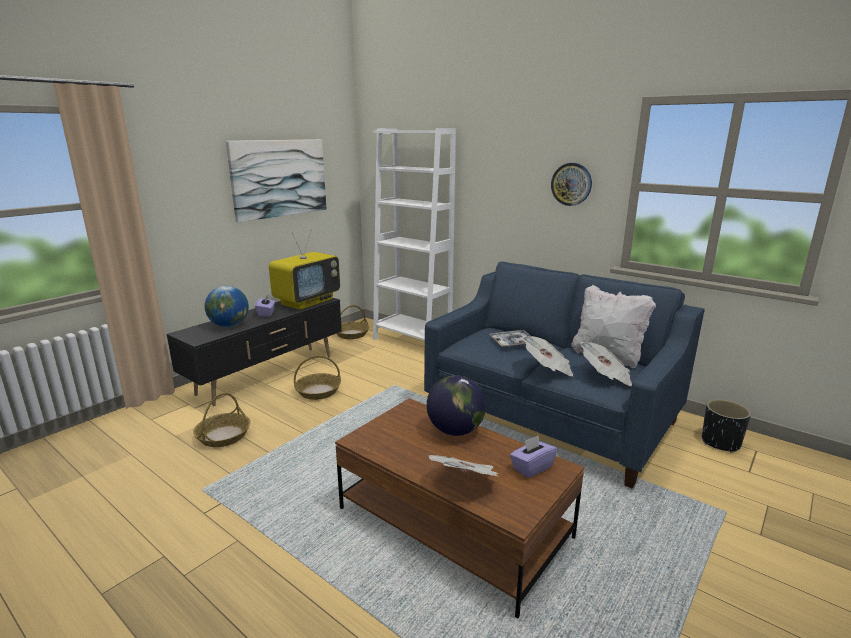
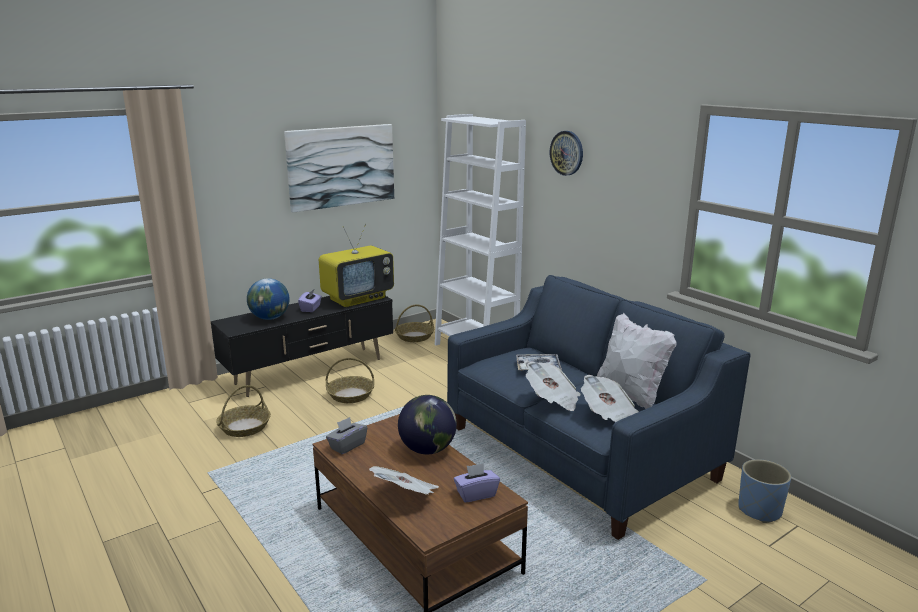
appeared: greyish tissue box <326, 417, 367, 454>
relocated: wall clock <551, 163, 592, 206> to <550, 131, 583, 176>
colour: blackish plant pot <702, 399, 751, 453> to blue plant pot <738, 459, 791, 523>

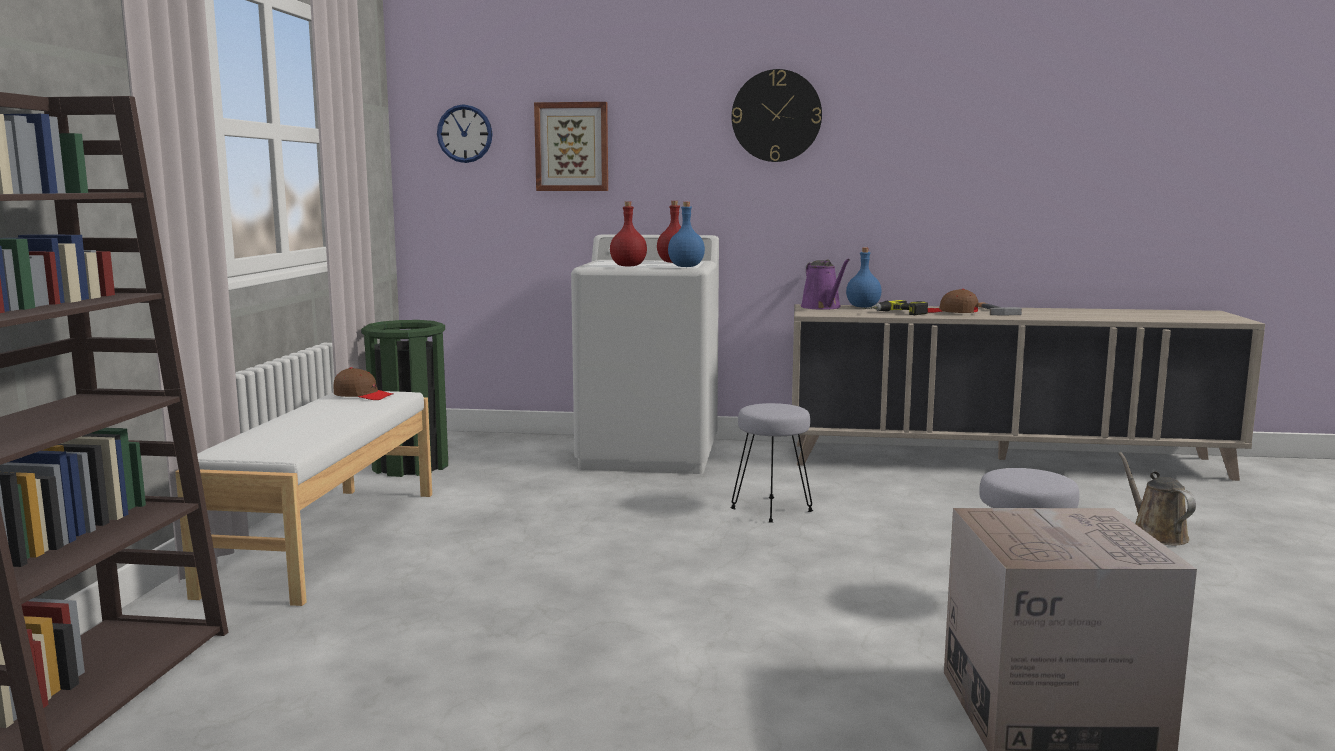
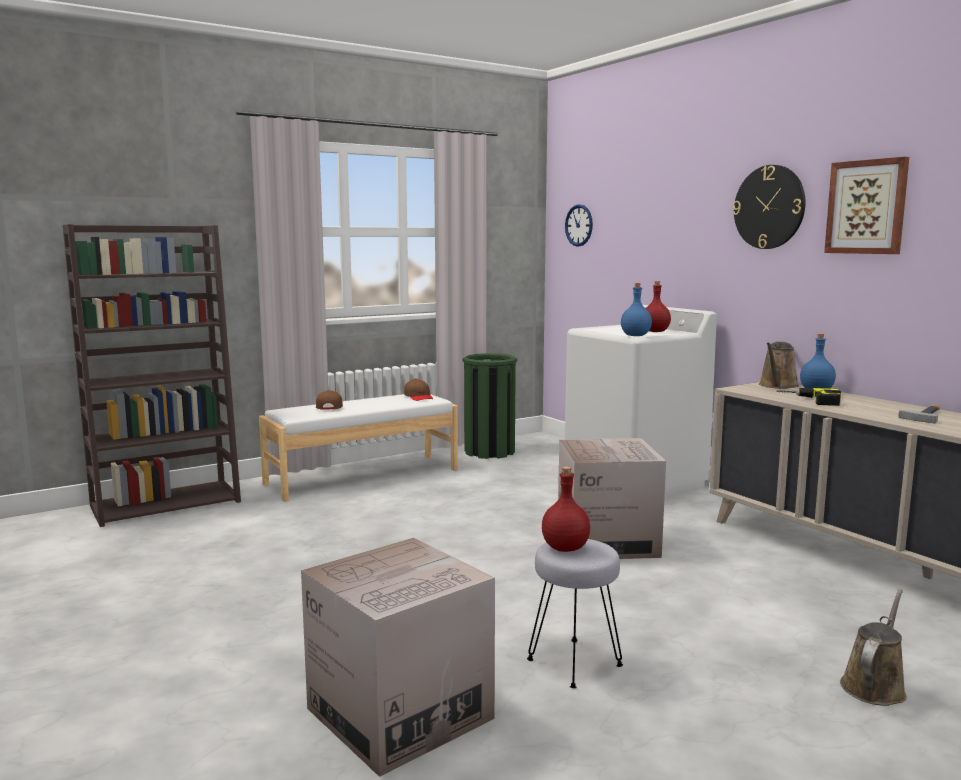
relocated: picture <534, 102, 608, 191> to <824, 157, 909, 254>; red beverage bottle <610, 201, 647, 266> to <542, 466, 590, 552>; brownish cap <928, 289, 979, 313> to <316, 390, 343, 410>
exchanged: greyish stool <730, 403, 813, 523> to packing box <558, 438, 666, 559>
colour: purple-coloured watering pot <801, 259, 850, 309> to brownish watering pot <759, 342, 799, 389>

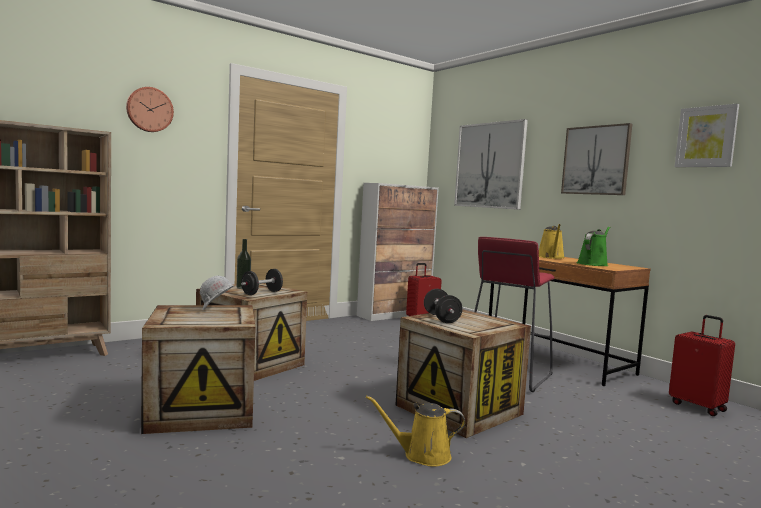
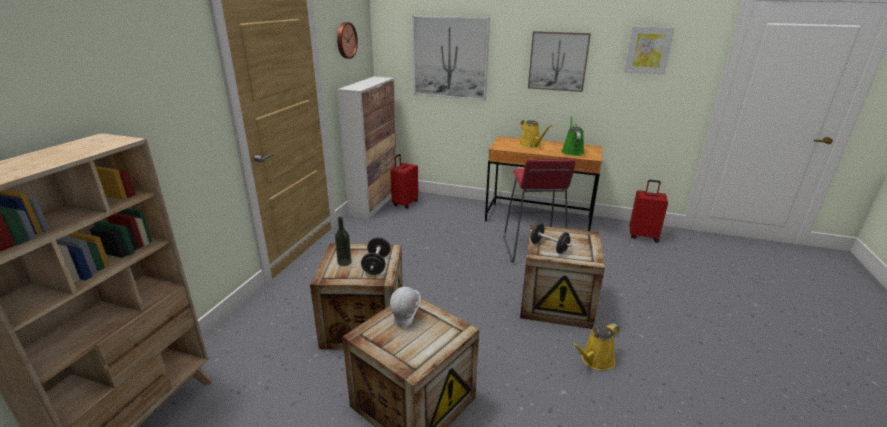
relocated: wall clock <126, 87, 174, 132> to <337, 22, 358, 59>

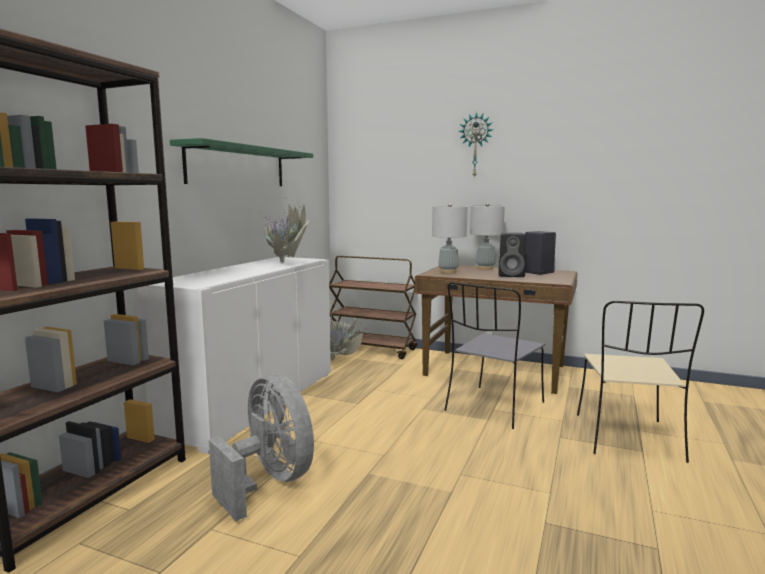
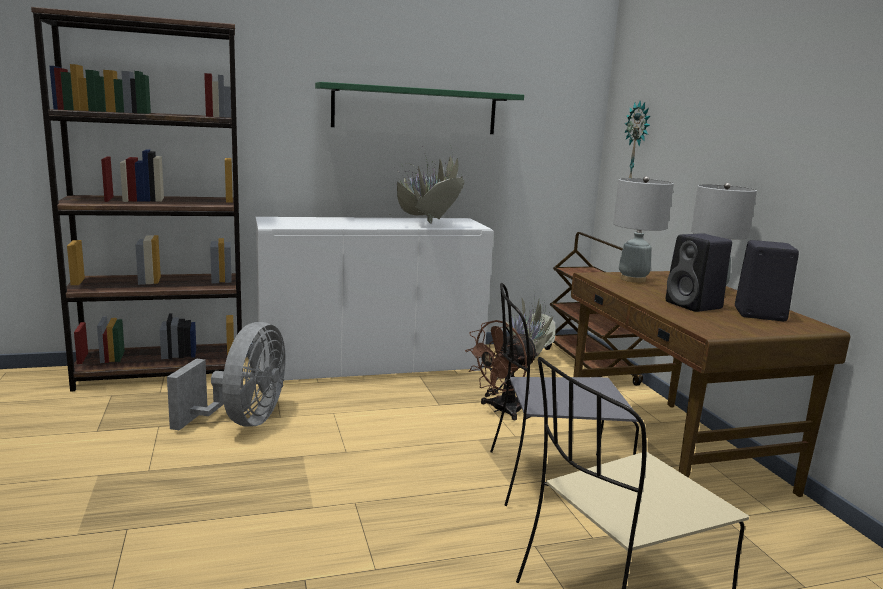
appeared: brownish cooling fan <465, 320, 539, 420>
relocated: wall clock <458, 112, 493, 178> to <624, 101, 650, 178>

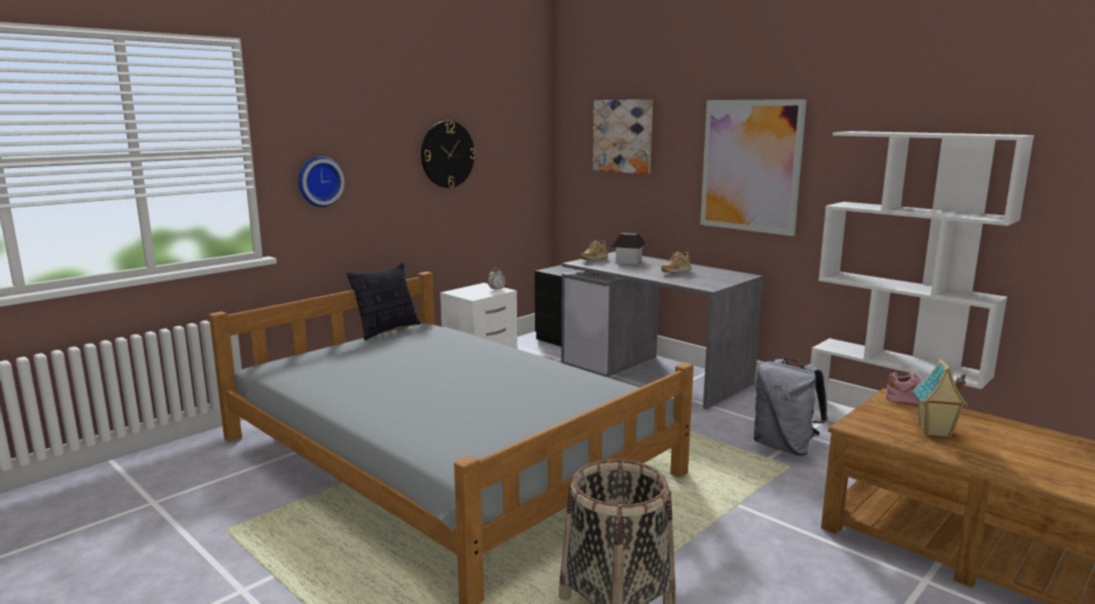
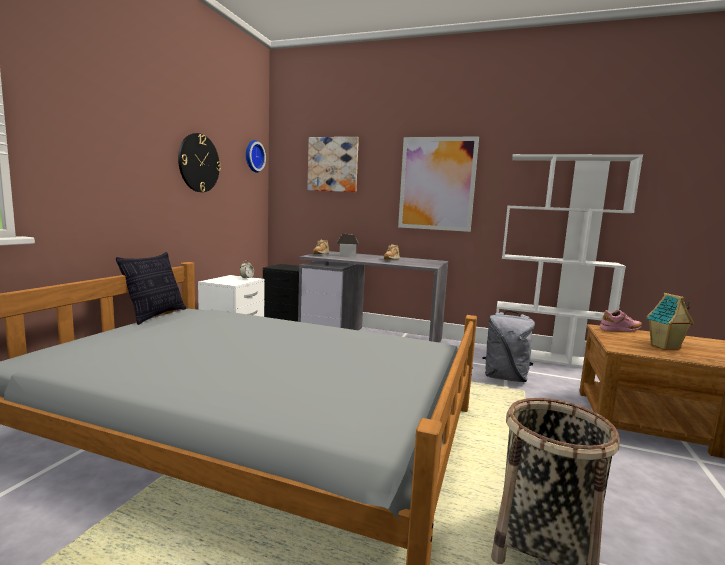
relocated: wall clock <298, 156, 344, 207> to <246, 140, 266, 173>

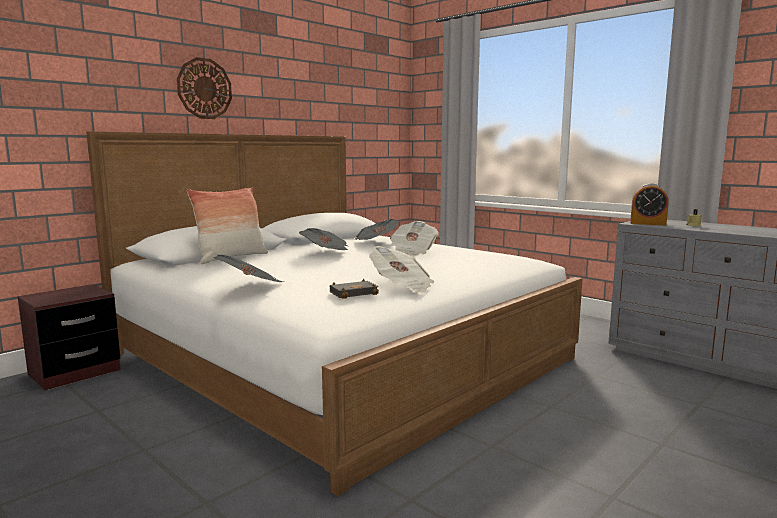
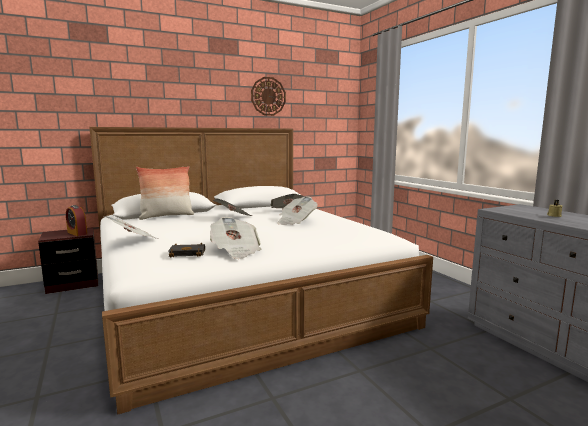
relocated: wall clock <177, 57, 232, 119> to <251, 77, 286, 116>; alarm clock <630, 183, 669, 225> to <66, 205, 87, 236>

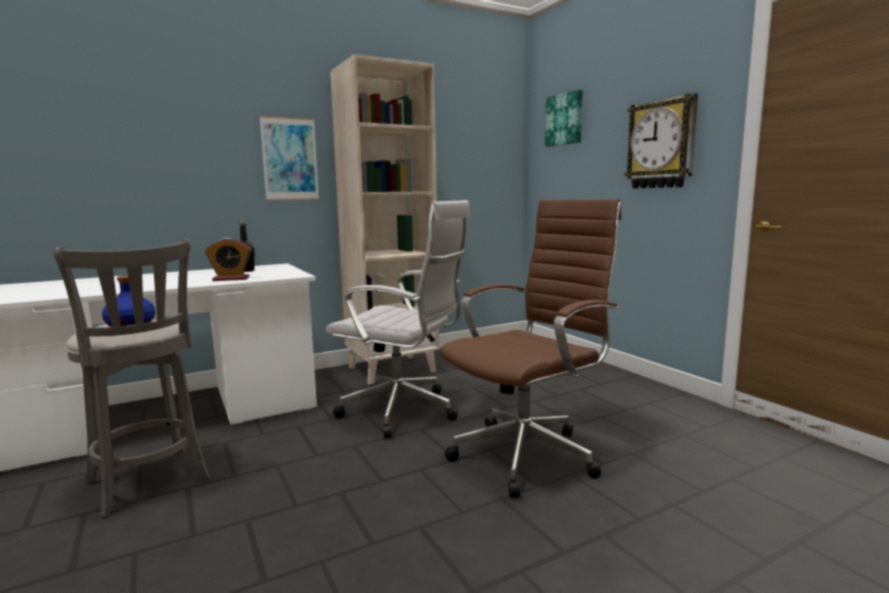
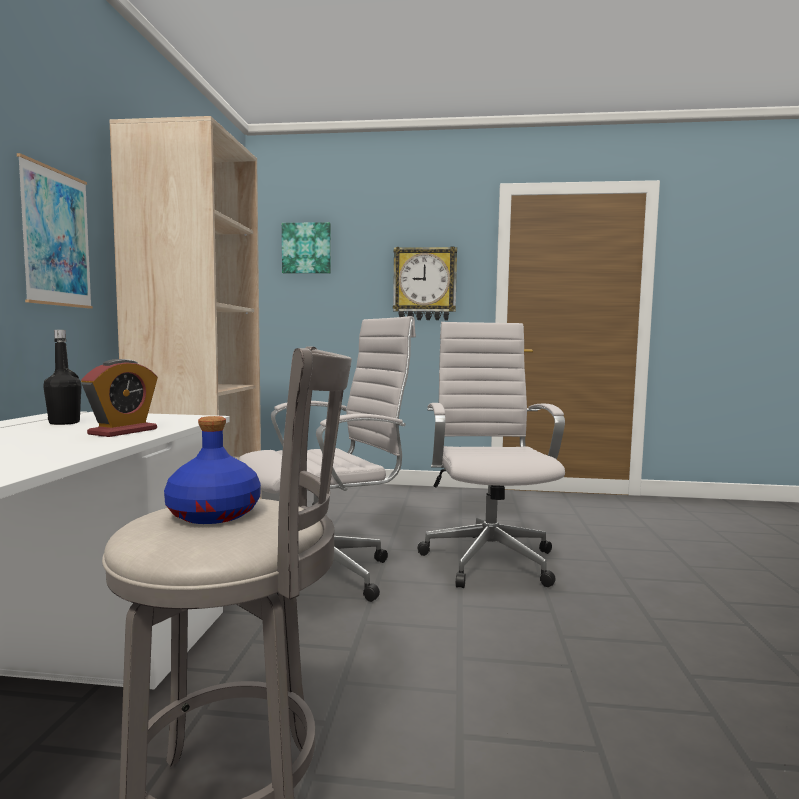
colour: brownish desk chair <440, 199, 621, 498> to white desk chair <417, 322, 565, 588>

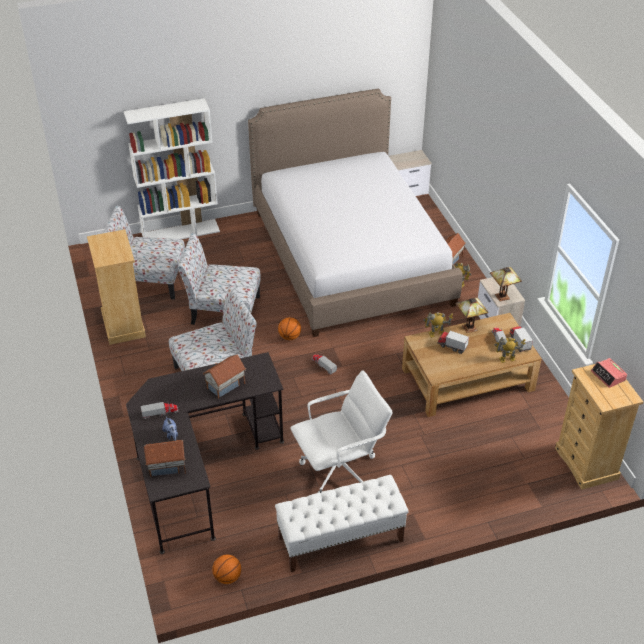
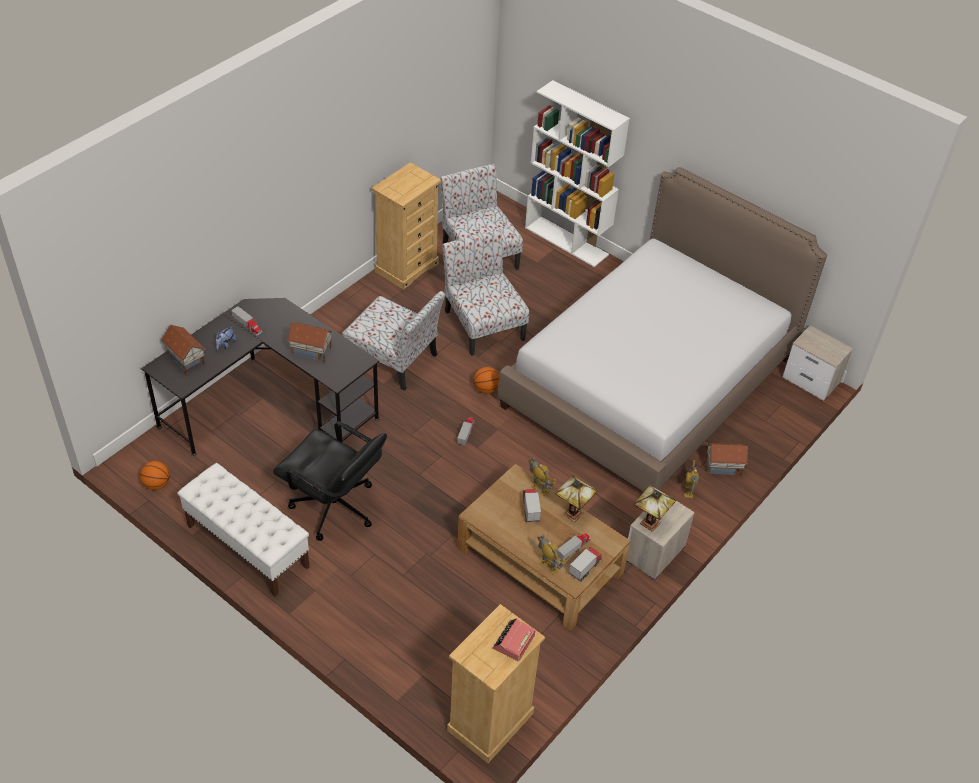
colour: white desk chair <291, 370, 392, 493> to blackish desk chair <273, 421, 387, 541>

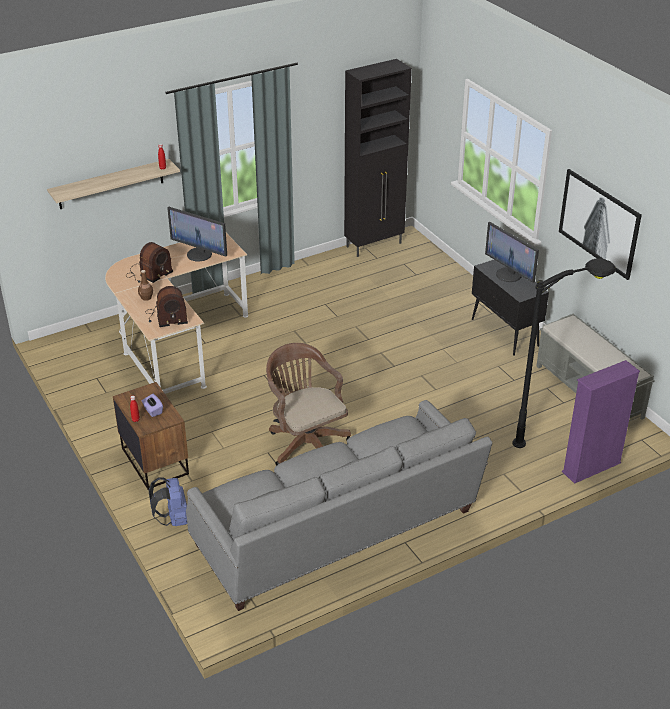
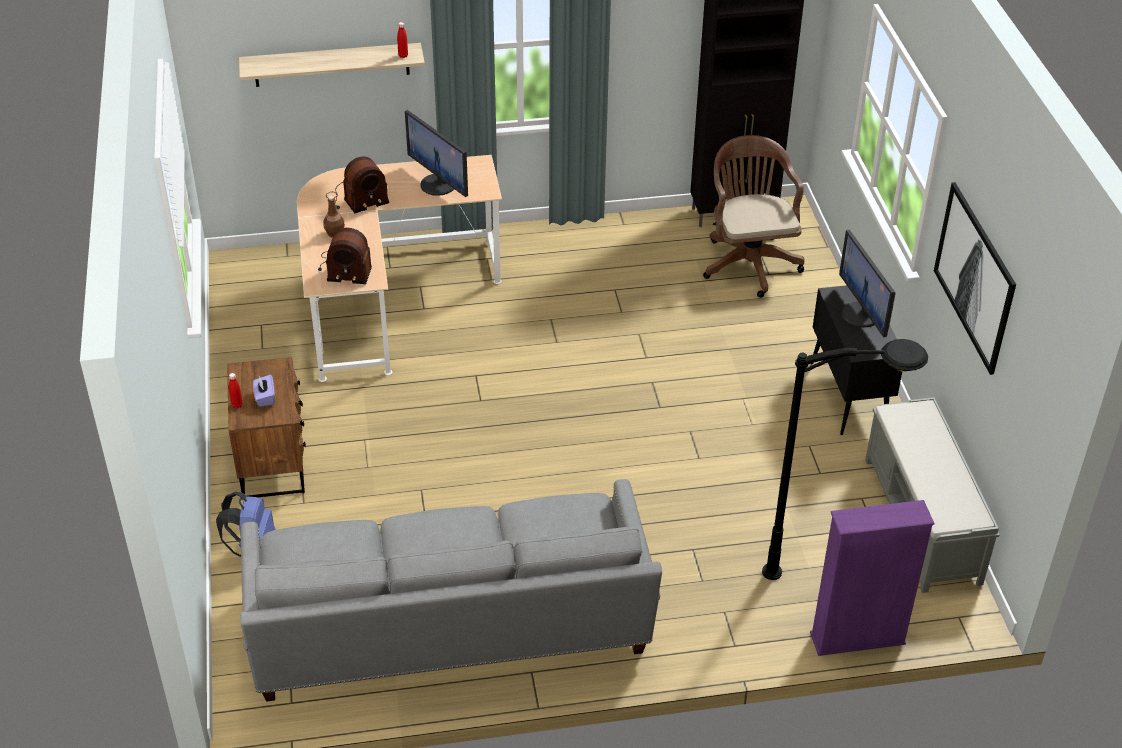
relocated: brownish desk chair <266, 343, 351, 466> to <703, 135, 804, 298>

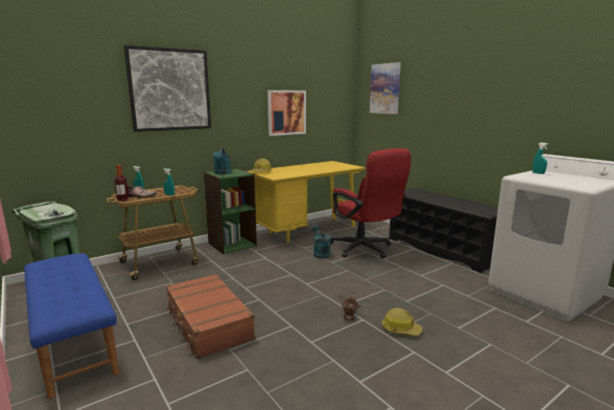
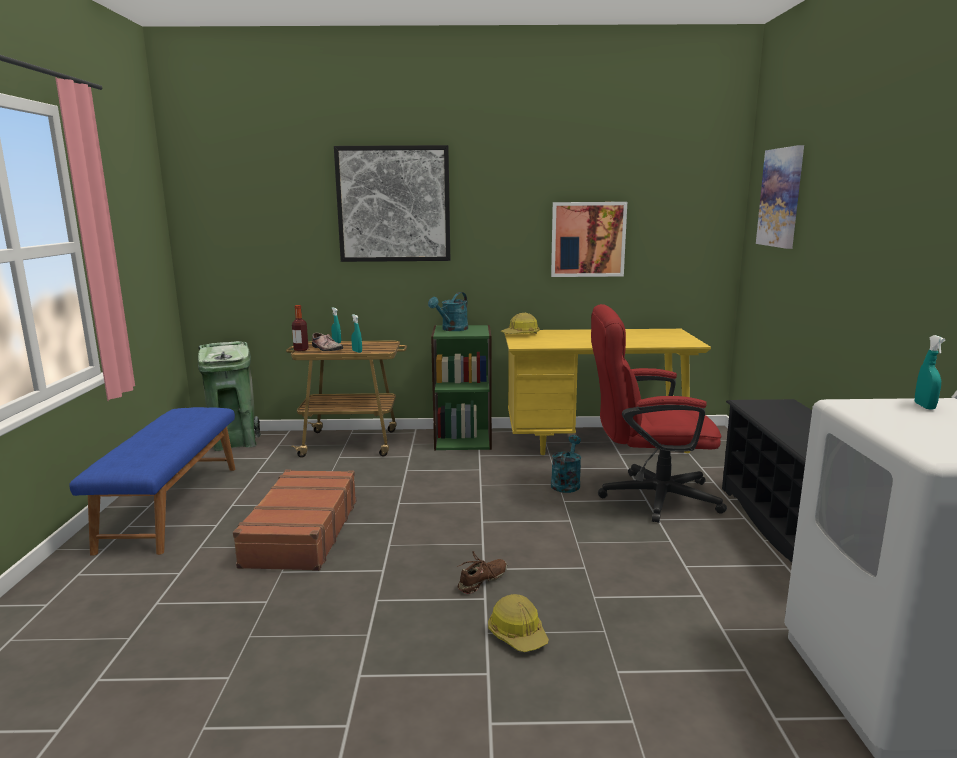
spun: red desk chair <330, 148, 411, 259> = <591, 304, 727, 523> 90 degrees clockwise

